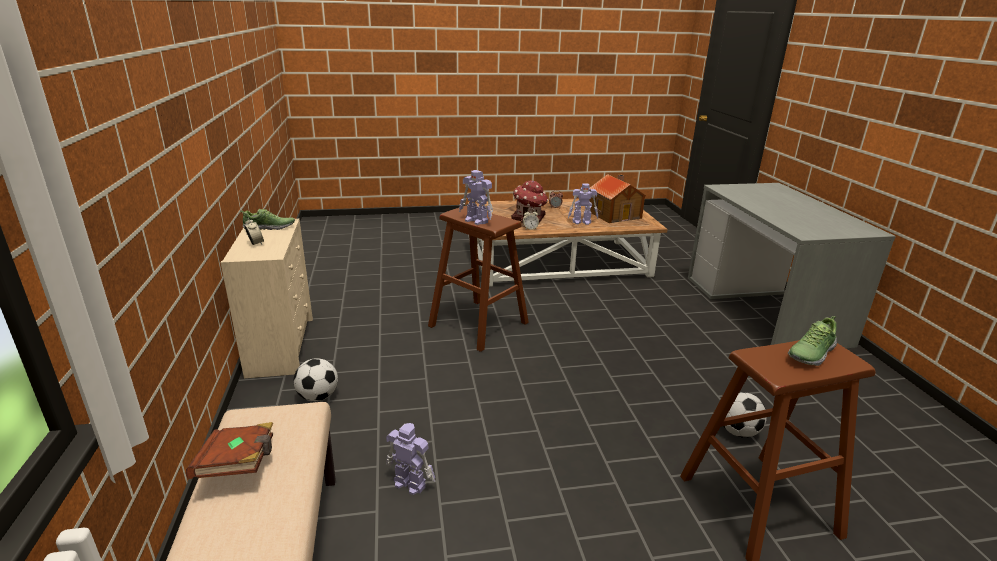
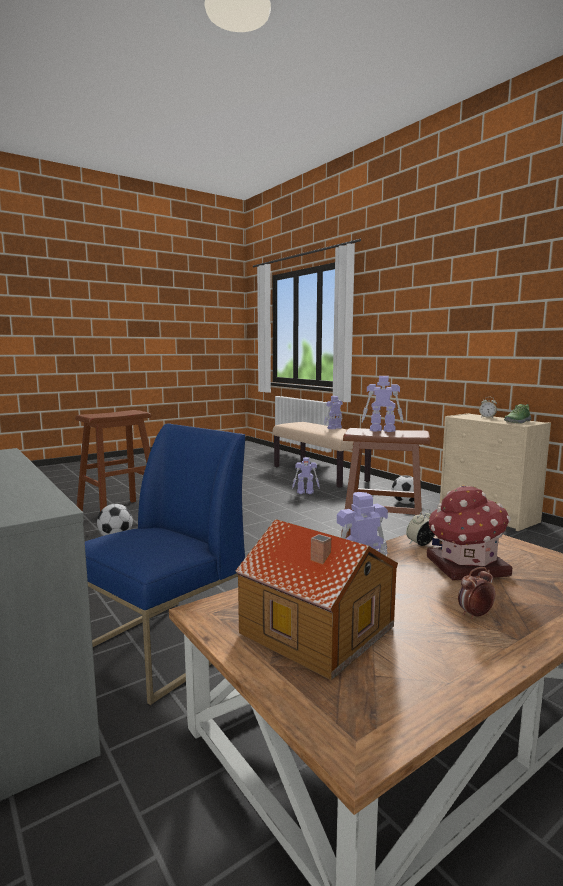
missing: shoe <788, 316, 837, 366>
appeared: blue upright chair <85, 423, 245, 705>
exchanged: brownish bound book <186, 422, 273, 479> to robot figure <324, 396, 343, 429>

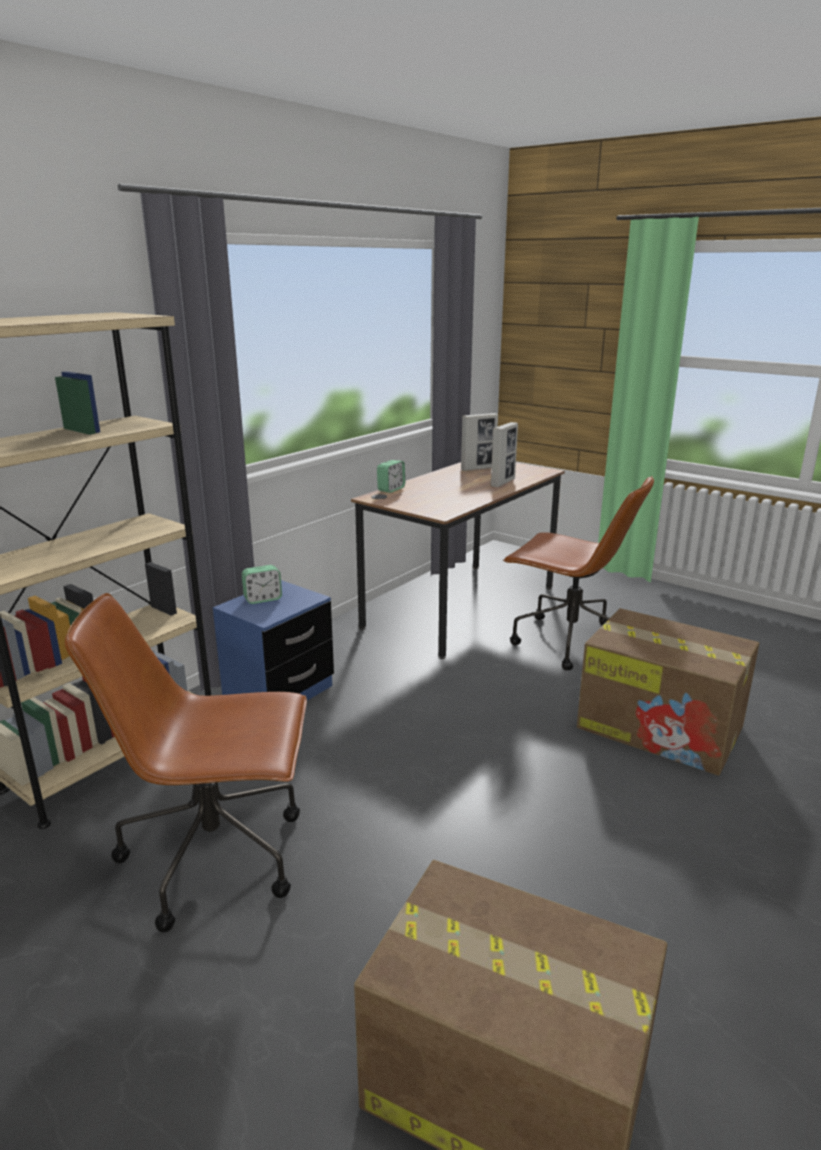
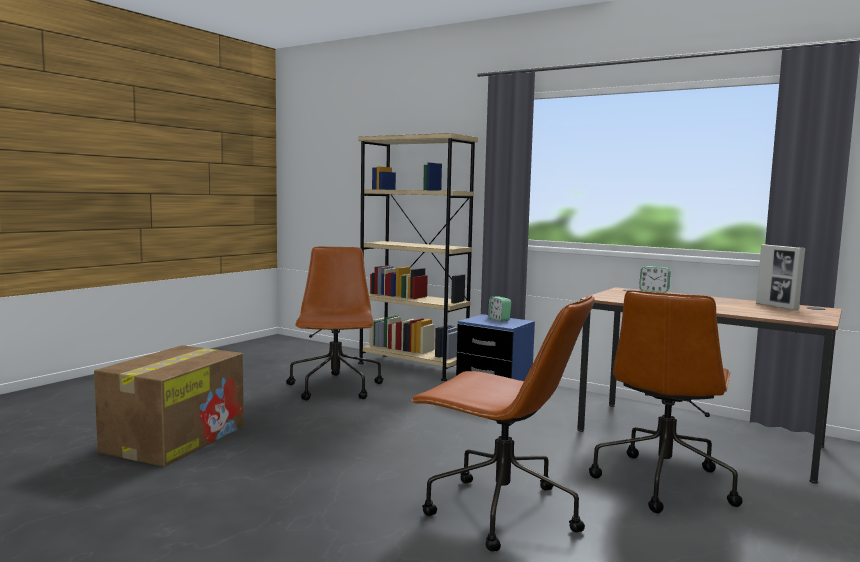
missing: standing frame <490, 422, 518, 487>
exchanged: packing box <577, 608, 759, 776> to brownish desk chair <410, 294, 595, 551>

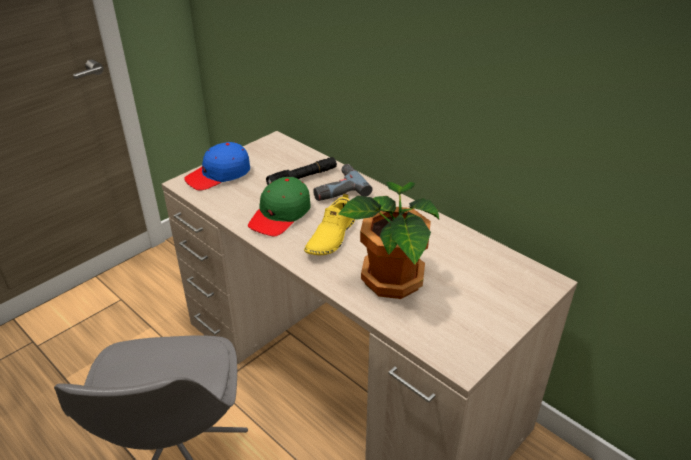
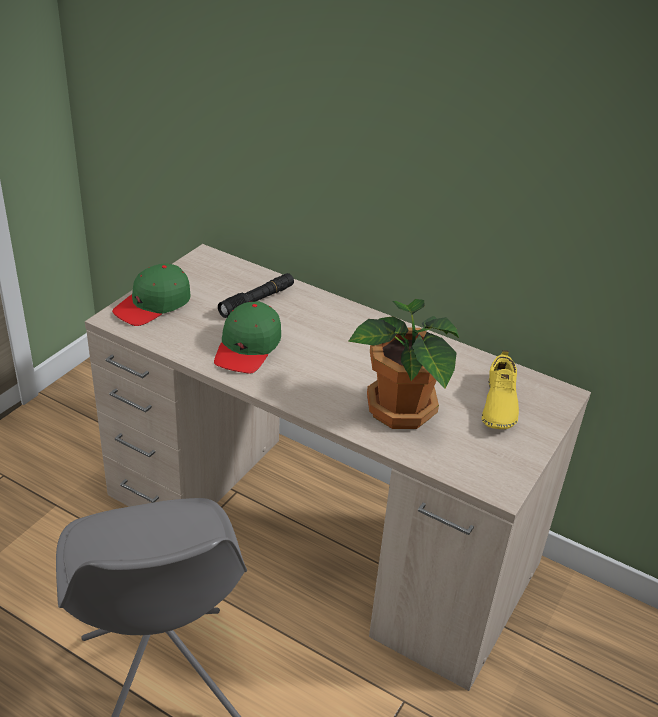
missing: power drill <313, 164, 373, 201>
relocated: yellow shoe <304, 193, 355, 255> to <482, 350, 519, 429>
colour: blue cap <184, 142, 250, 191> to green-coloured cap <112, 263, 191, 326>

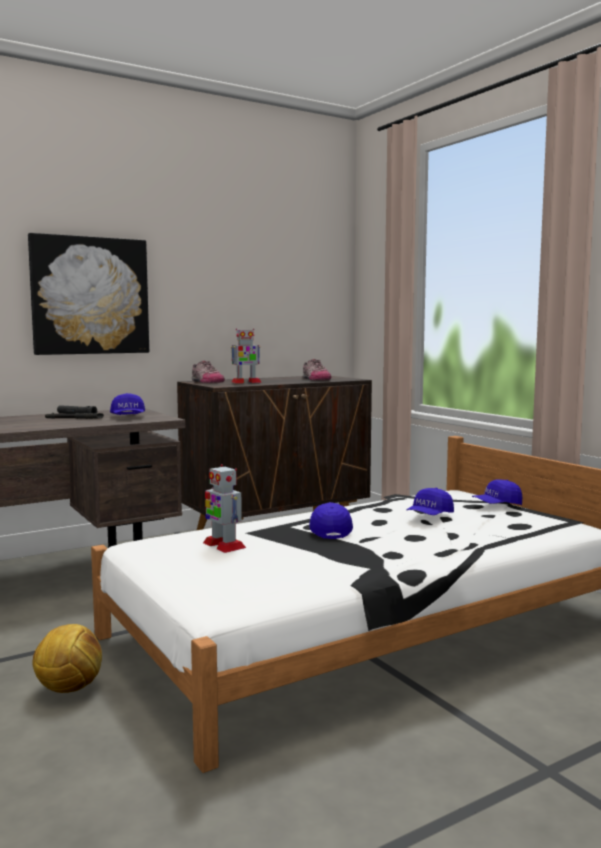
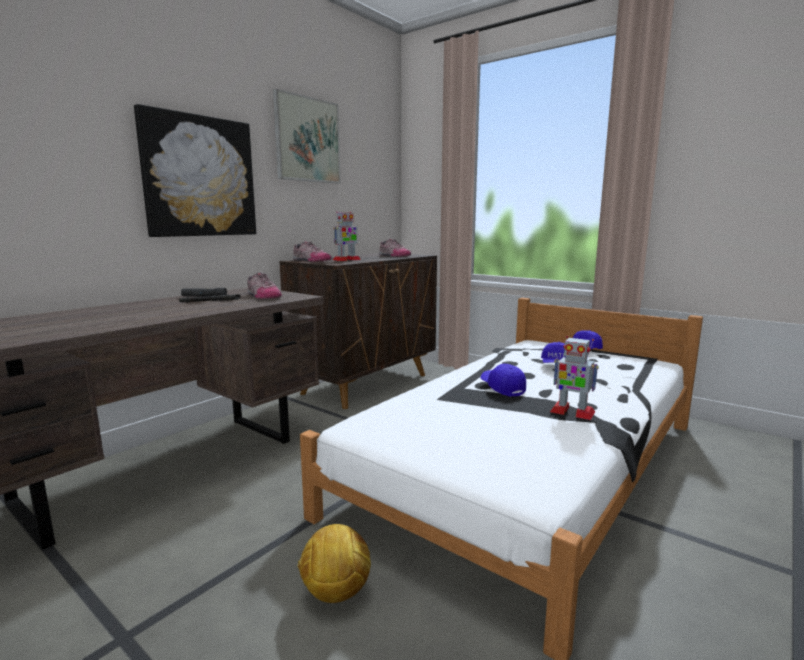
appeared: picture <273, 89, 340, 184>
relocated: robot figure <203, 464, 246, 553> to <550, 336, 599, 420>
exchanged: blue cap <110, 393, 145, 415> to shoe <247, 273, 282, 299>

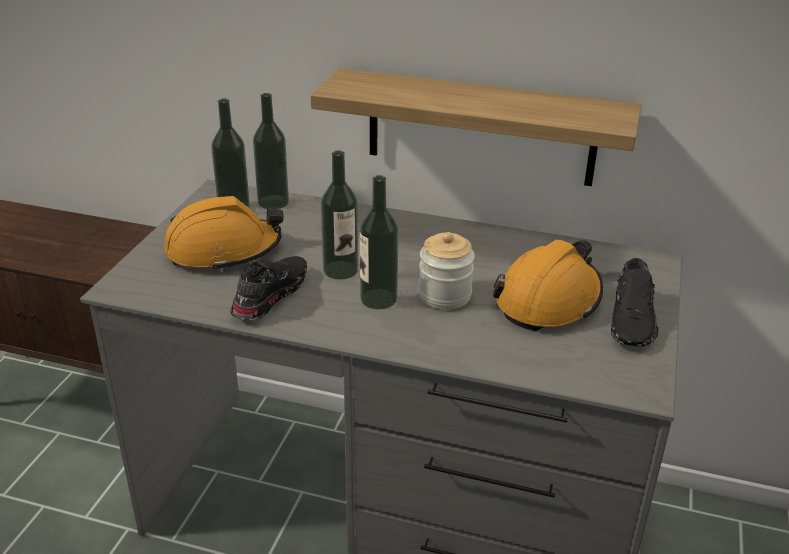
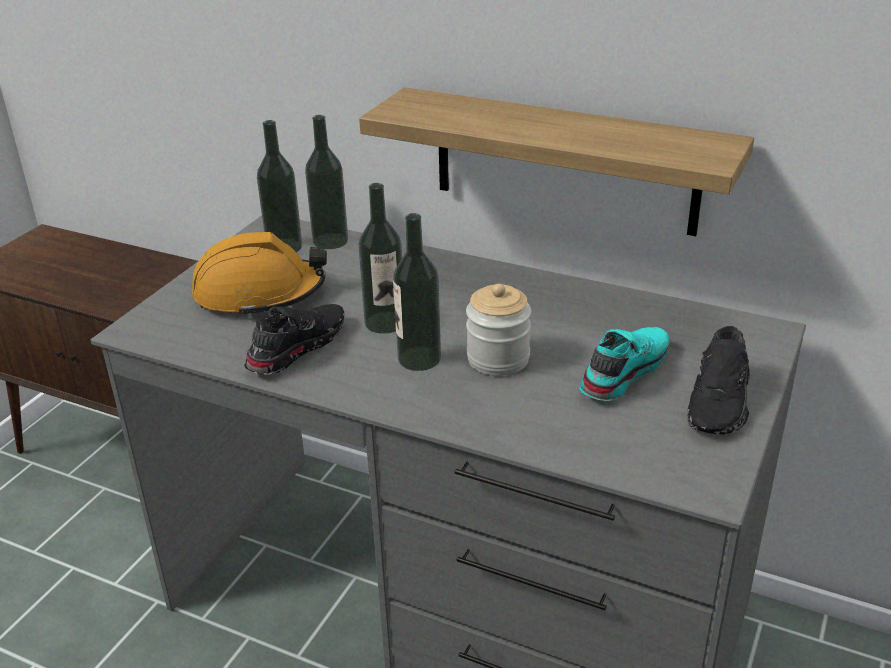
exchanged: orange-coloured work helmet <493, 240, 603, 331> to turquoise shoe <579, 327, 670, 401>

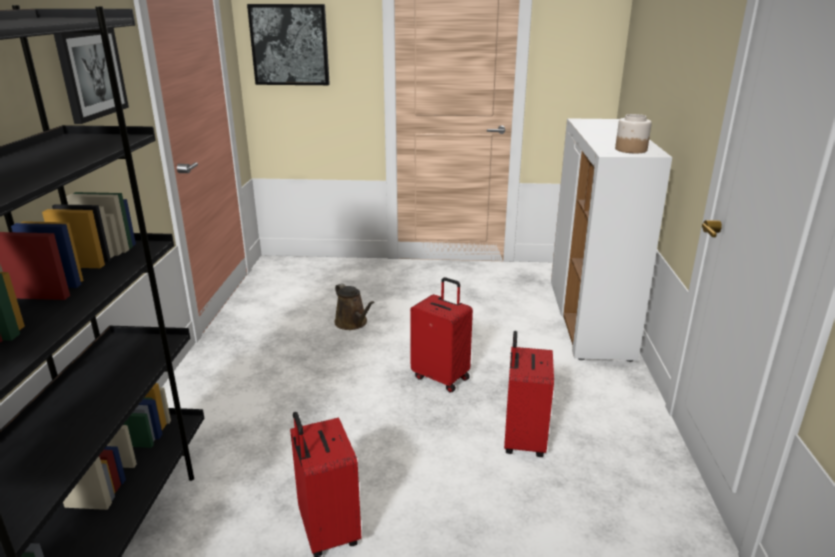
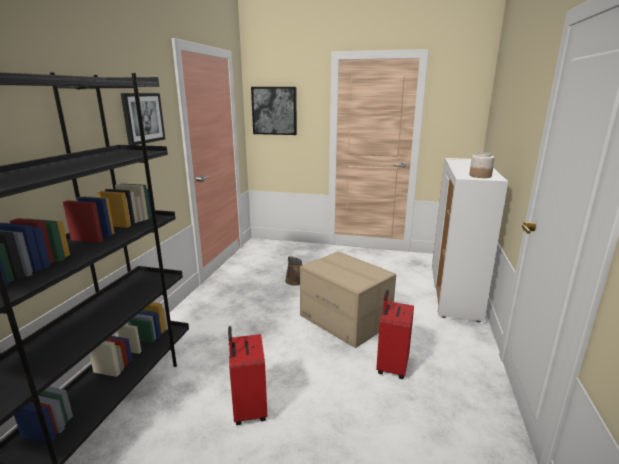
exchanged: red travel case <410, 277, 473, 393> to packing box <300, 252, 396, 348>

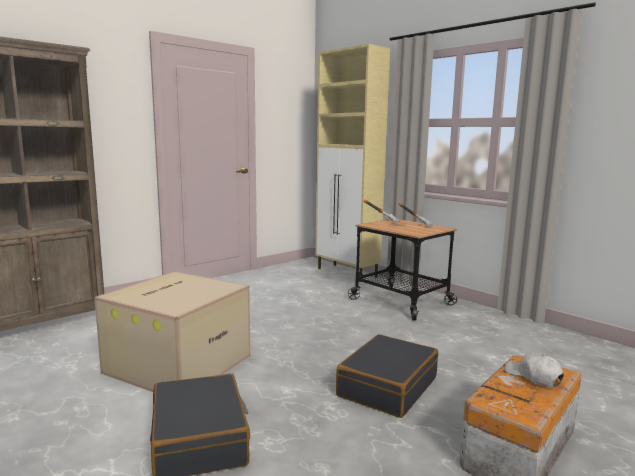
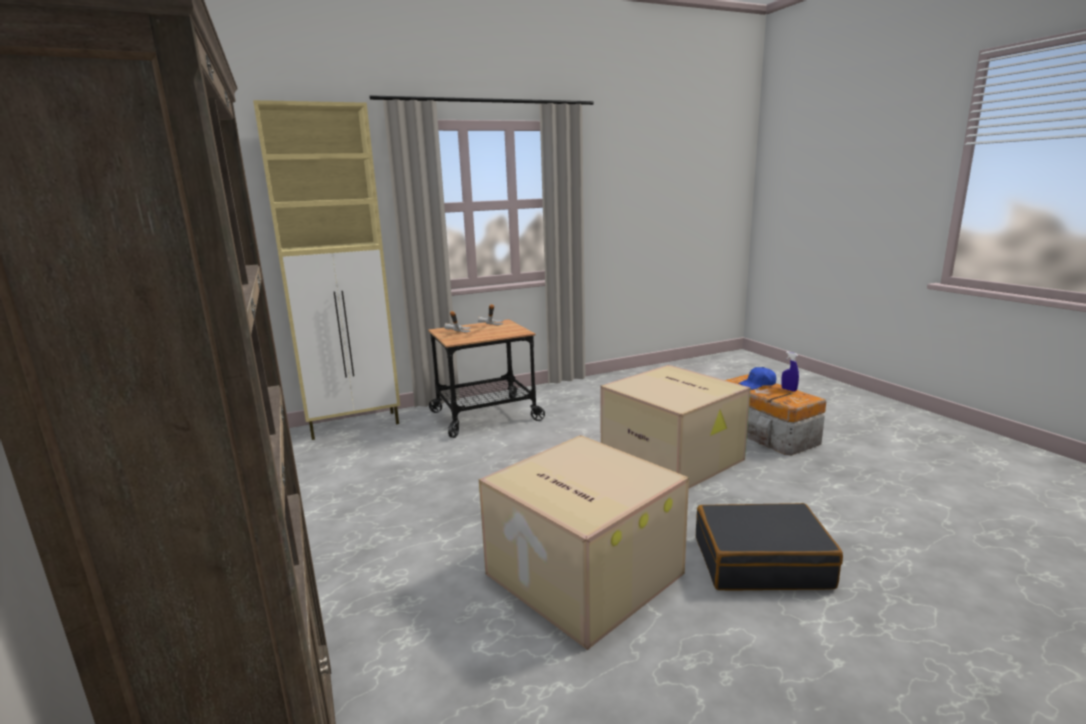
appeared: blue spray bottle <781, 351, 799, 392>
exchanged: blackish travel case <336, 334, 438, 418> to packing box <600, 365, 751, 488>
colour: white cap <504, 352, 564, 388> to blue cap <738, 367, 776, 390>

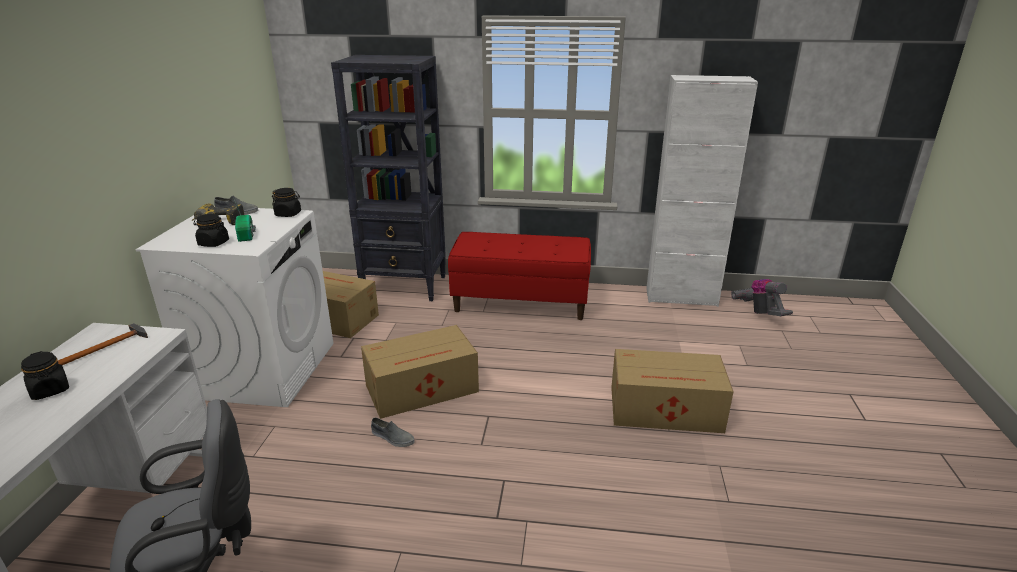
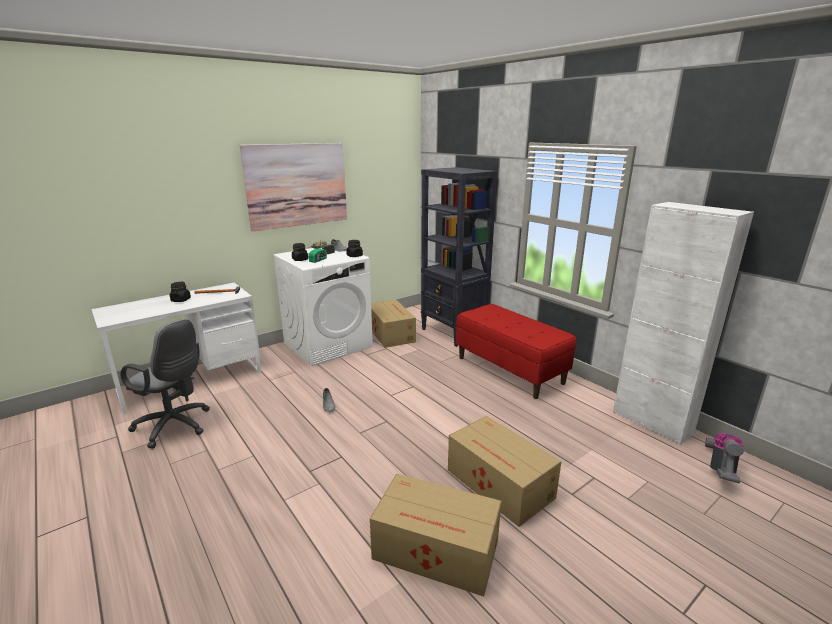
appeared: picture <240, 143, 347, 232>
relocated: packing box <361, 325, 479, 419> to <370, 473, 501, 597>

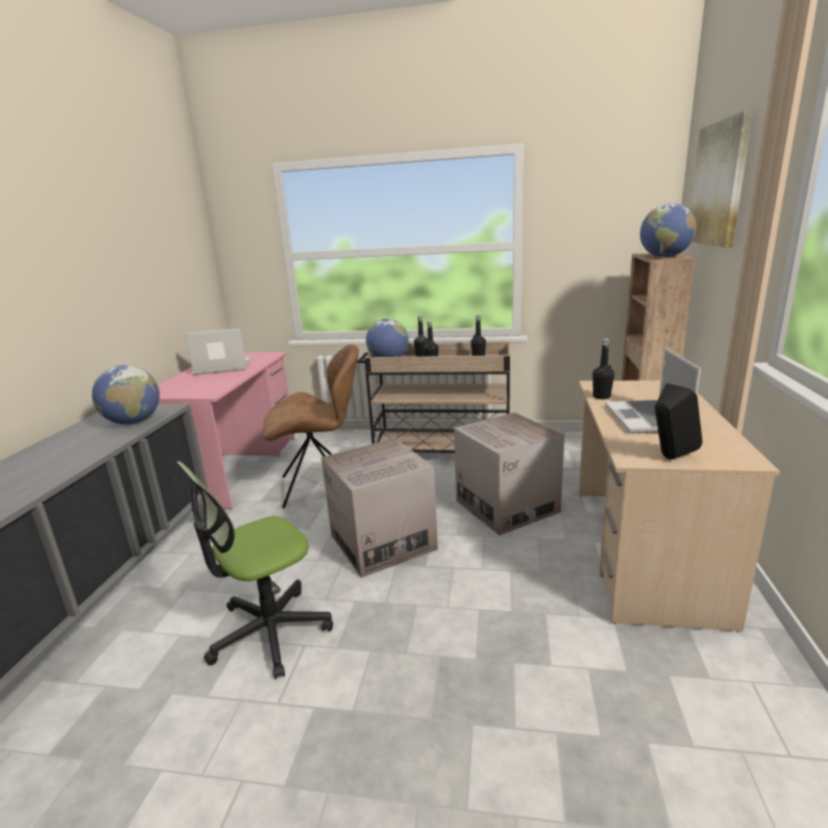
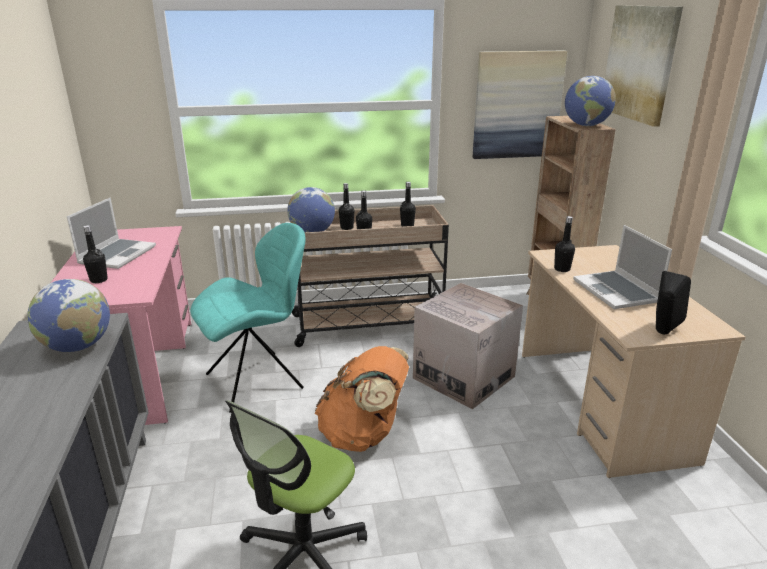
appeared: blackish beverage bottle <83, 225, 108, 283>; picture <473, 51, 567, 159>
exchanged: packing box <321, 438, 438, 578> to orange-coloured knapsack <315, 346, 409, 452>
colour: brownish upright chair <263, 345, 359, 508> to turquoise upright chair <190, 223, 306, 413>
spun: notebook computer <185, 329, 250, 375> = <67, 198, 156, 269> 135 degrees clockwise

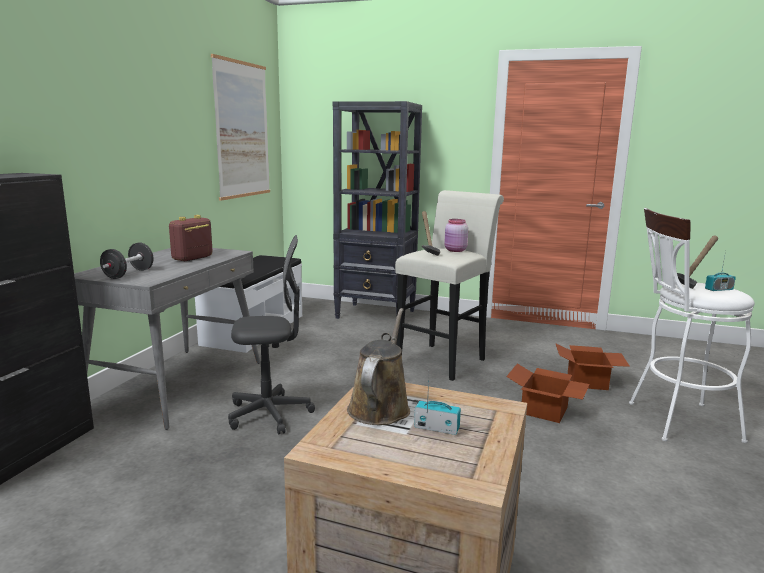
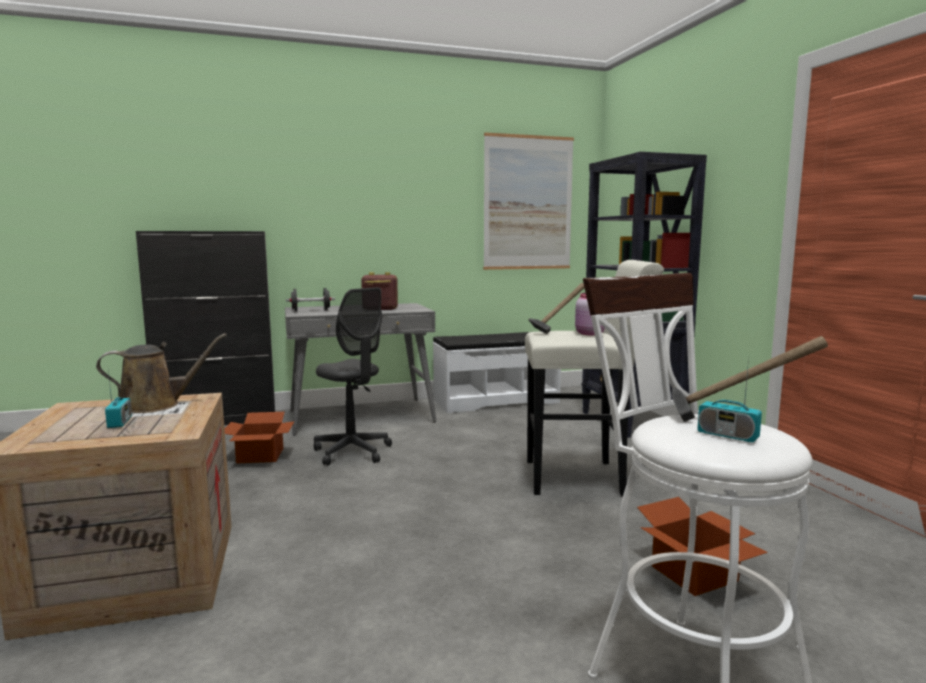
relocated: packing box <506, 364, 590, 423> to <225, 412, 295, 464>

